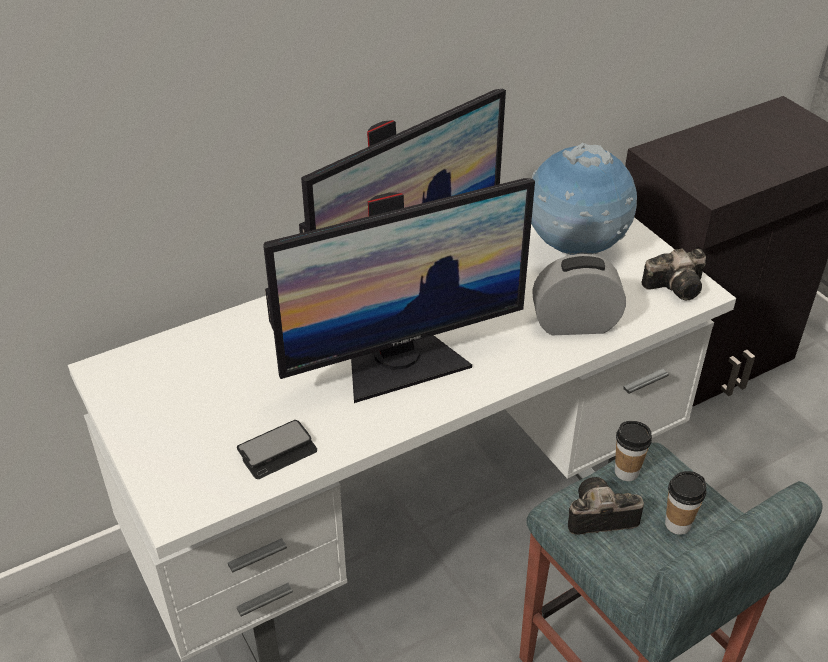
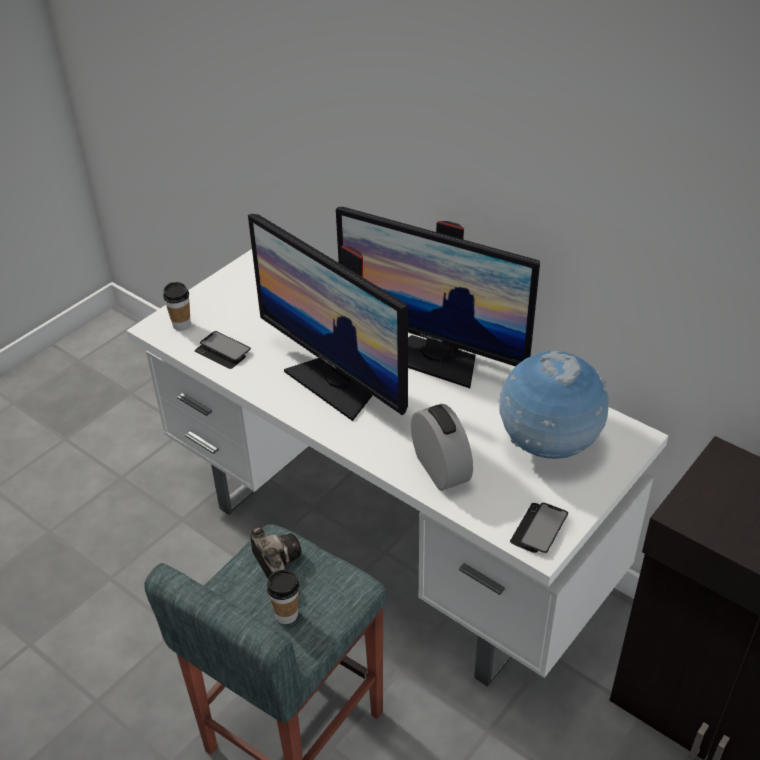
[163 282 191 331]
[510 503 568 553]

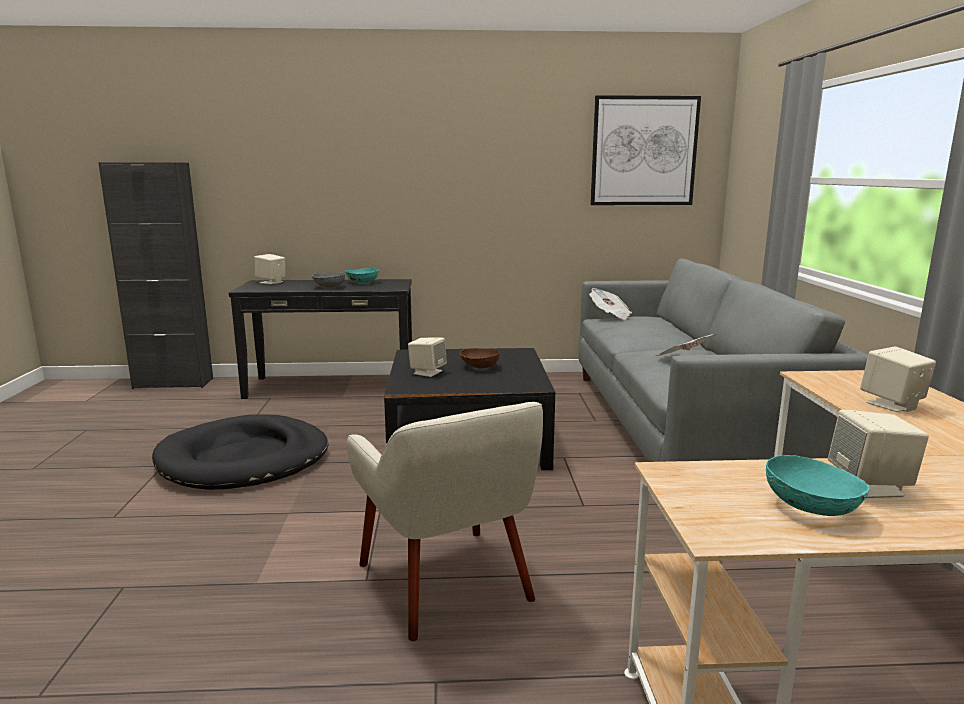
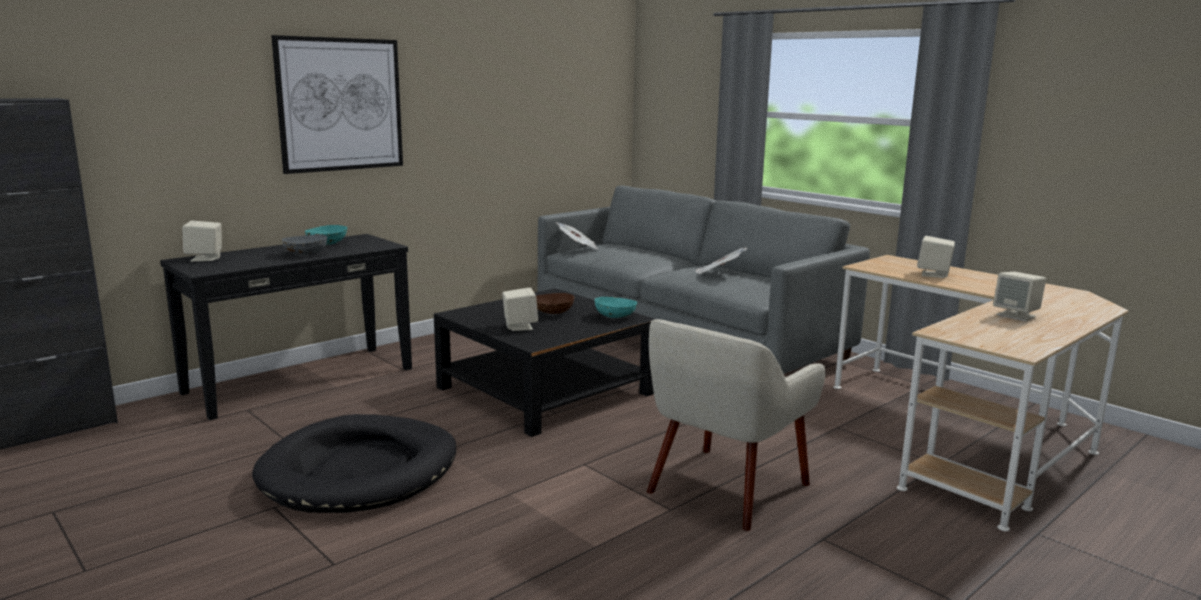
[647 319 825 531]
[271 35 403 174]
[595 297 637 318]

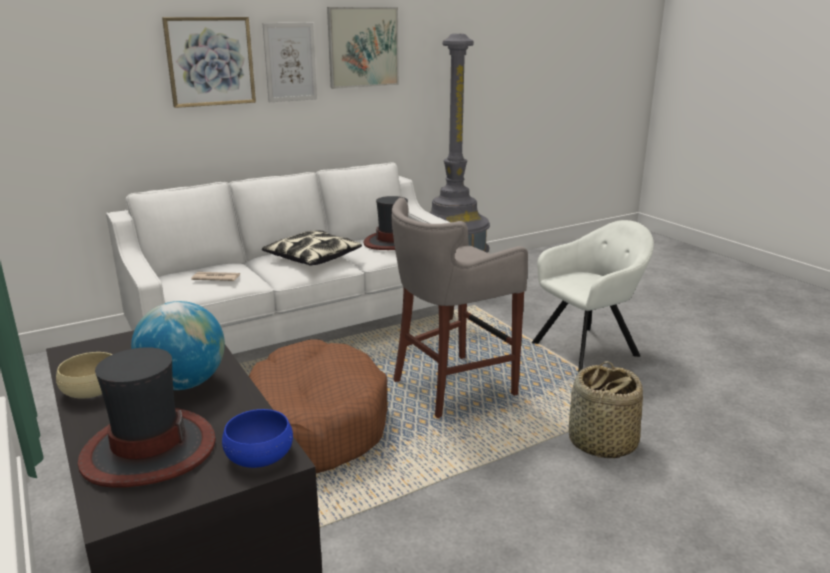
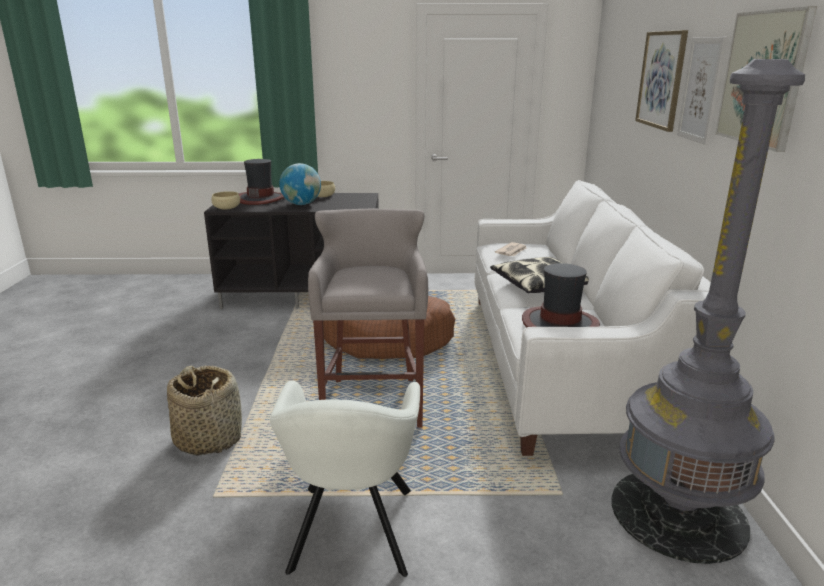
[211 191 240 209]

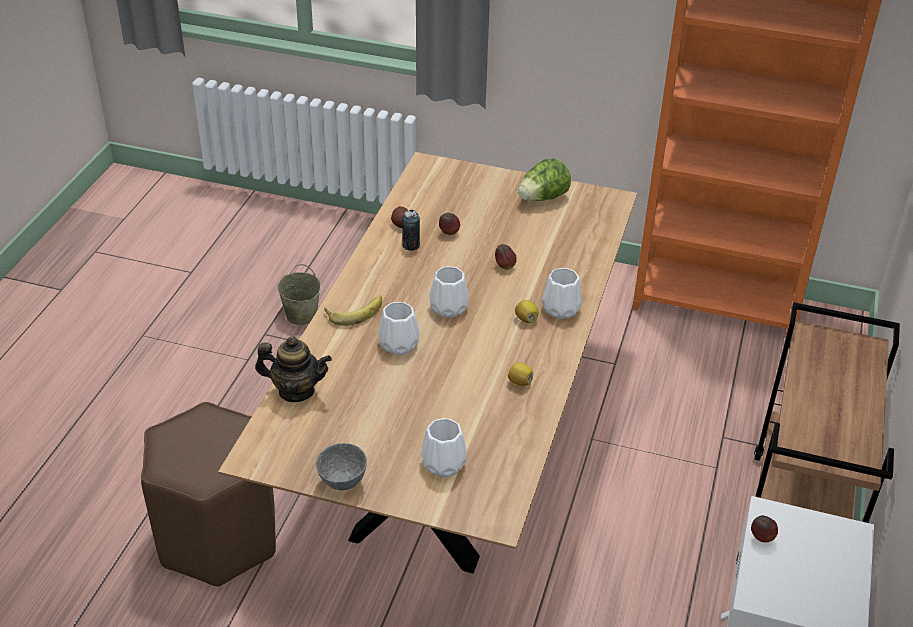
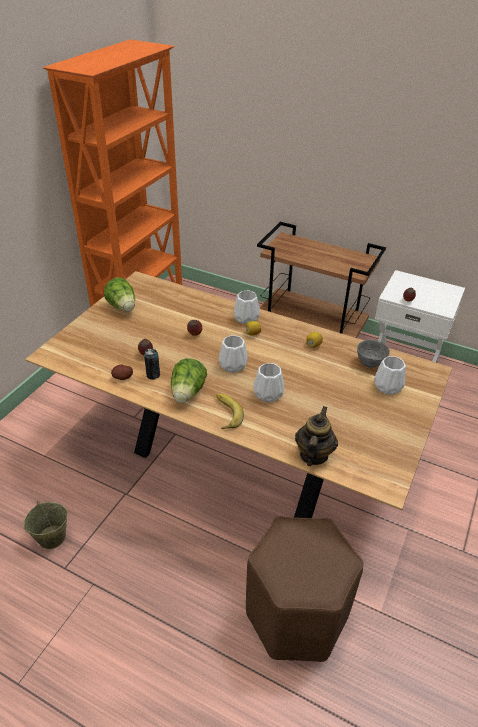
[357 340 390 368]
[171 358 207 403]

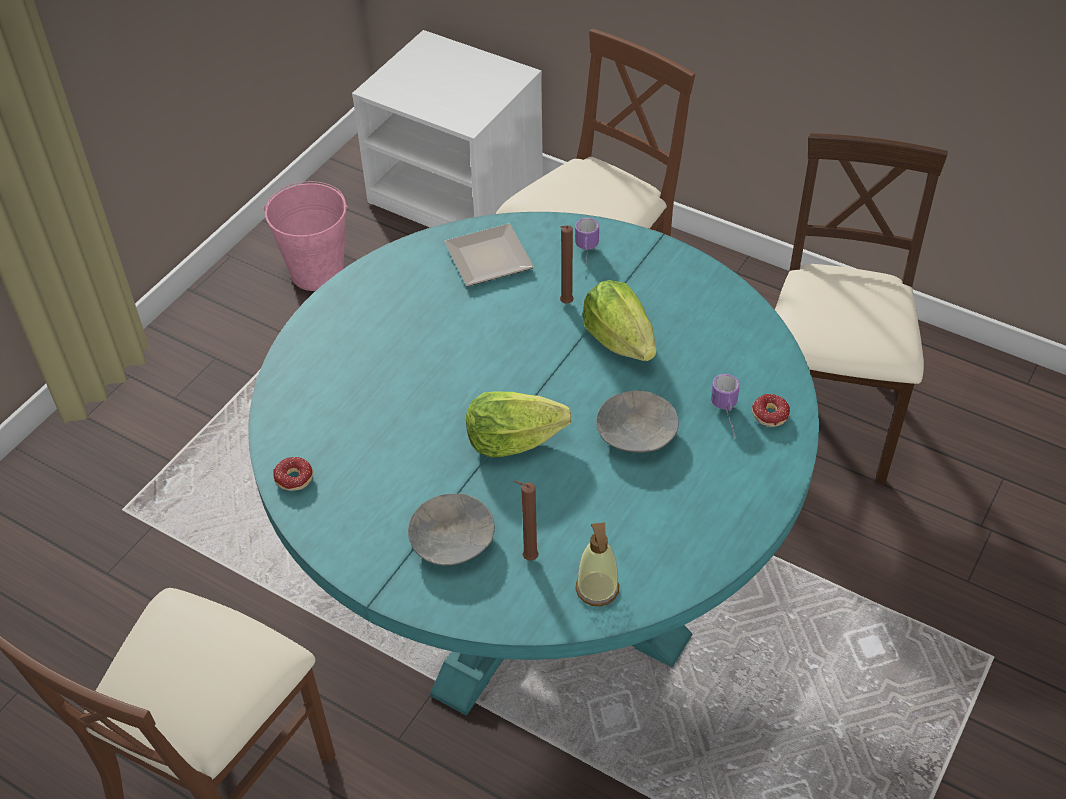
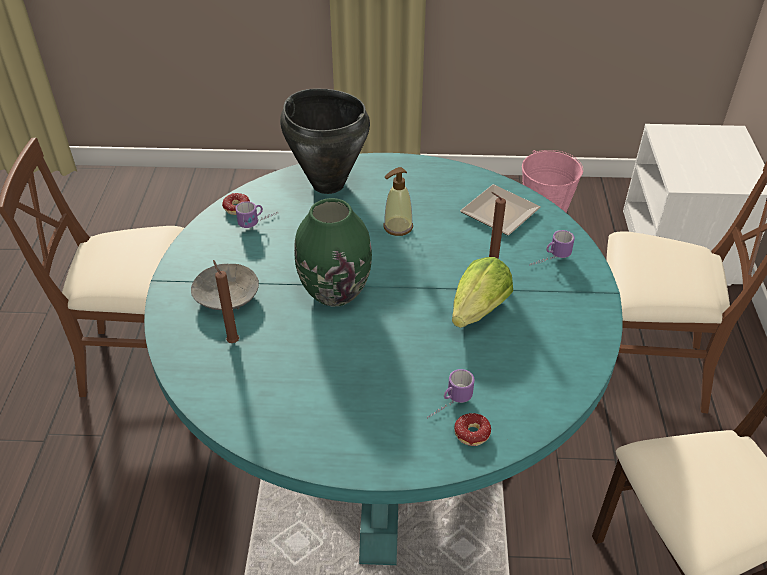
[294 198 372 307]
[384 167 413 236]
[596 390 679 453] (first image)
[235 201 277 228]
[280 89 370 194]

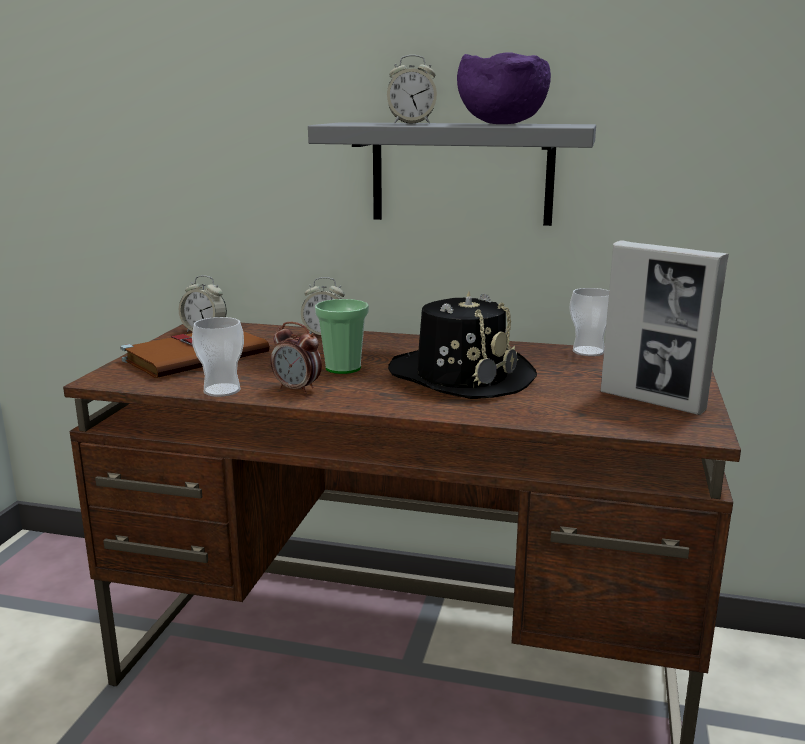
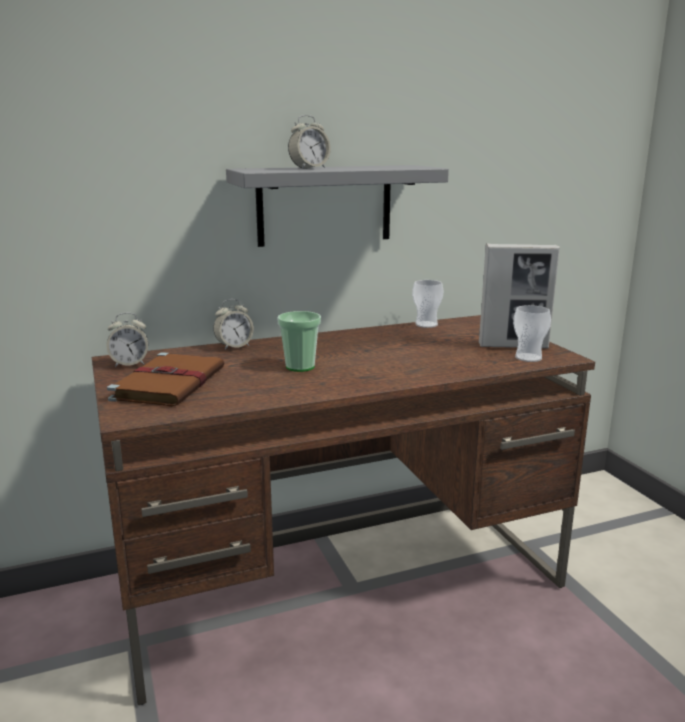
[513 305 551 362]
[271 322 322 394] (first image)
[388 291 537 399] (first image)
[457 52 551 124] (first image)

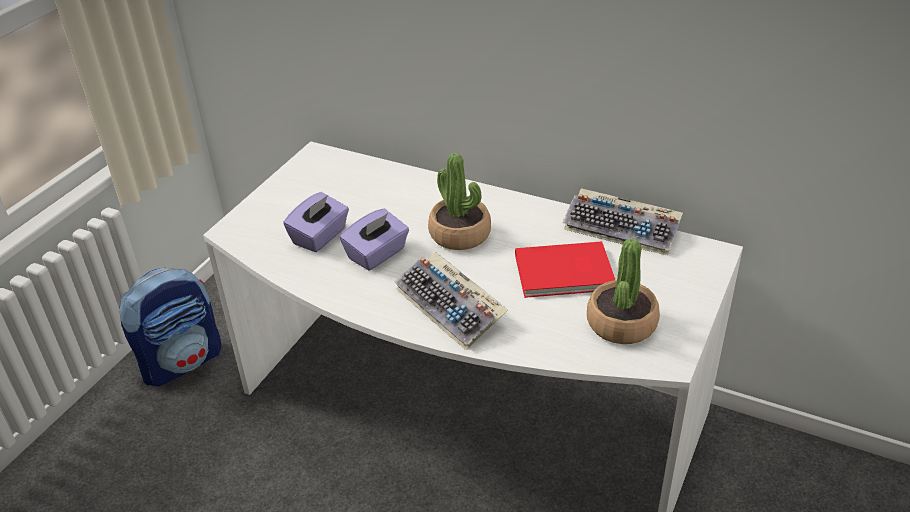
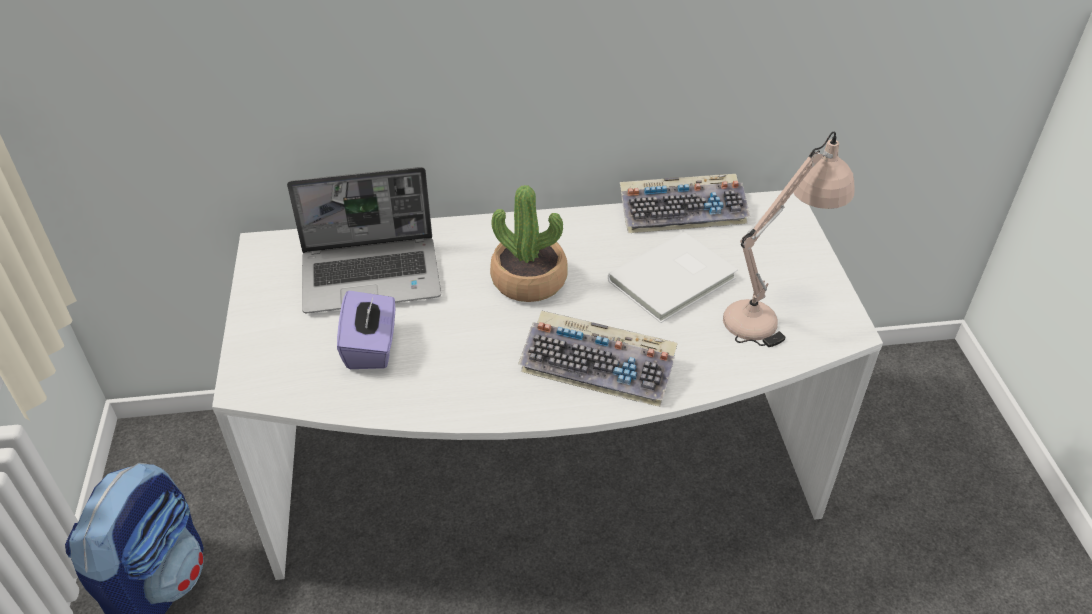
[340 208 409 270] (first image)
[608 232 738 323]
[723 132 854 347]
[287 167 441 313]

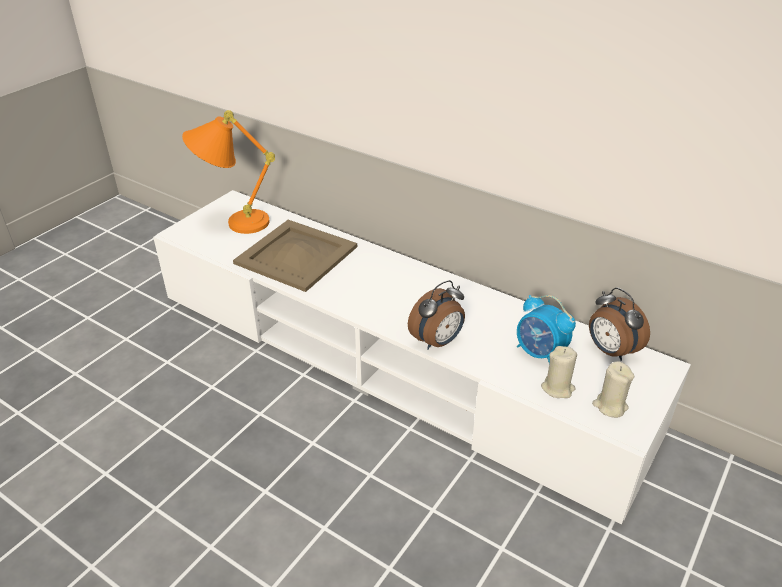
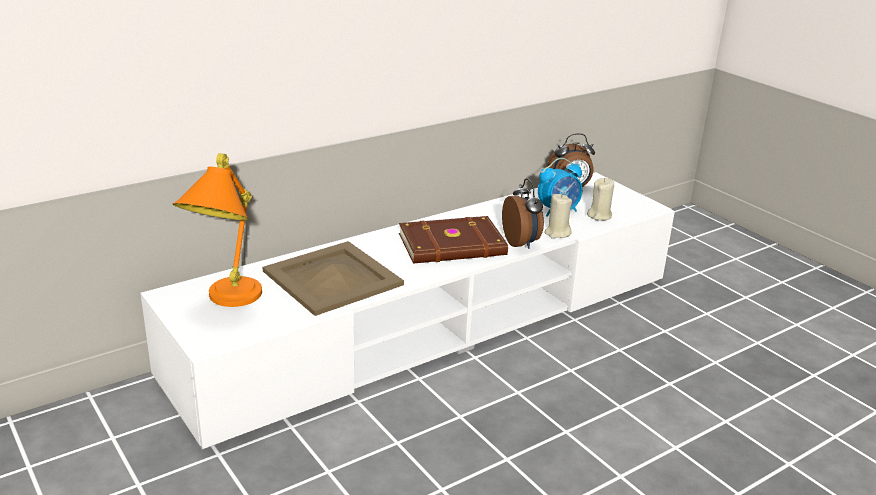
[544 194 572 239]
[399 216 508 264]

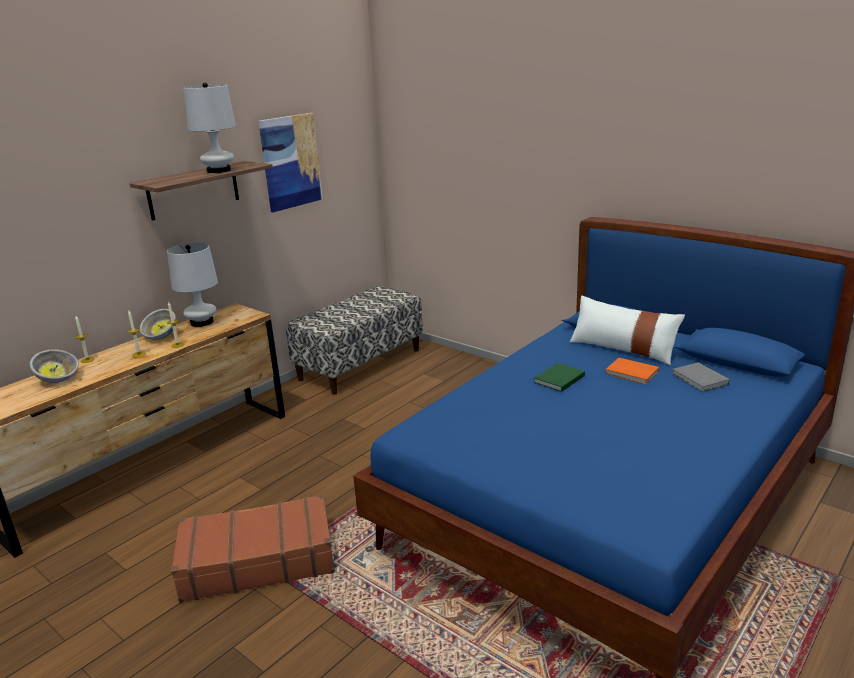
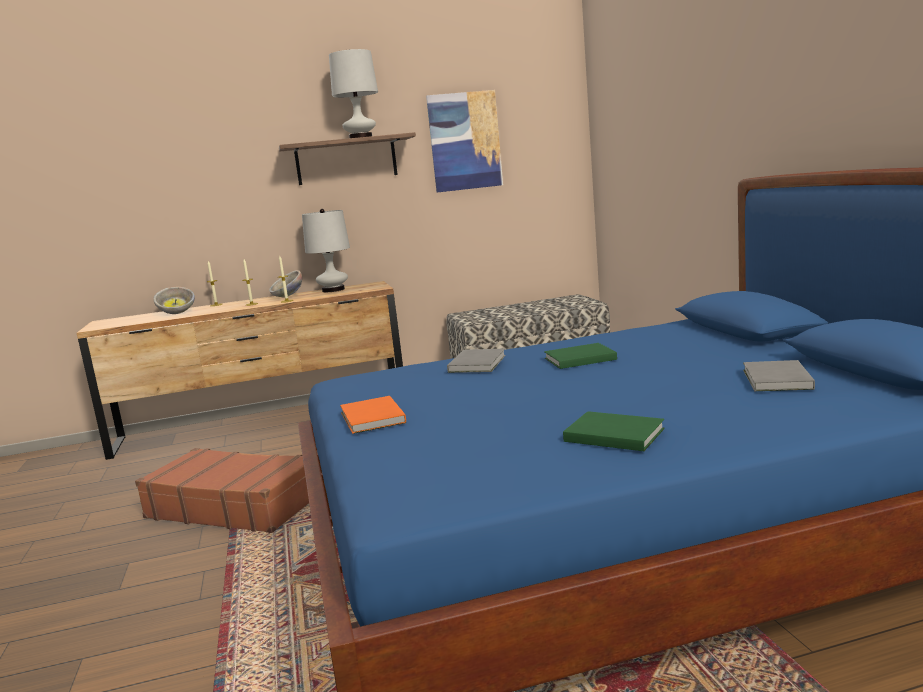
[570 296 685 365] (first image)
[340 396 406 434]
[447 348 505 373]
[563 411 665 451]

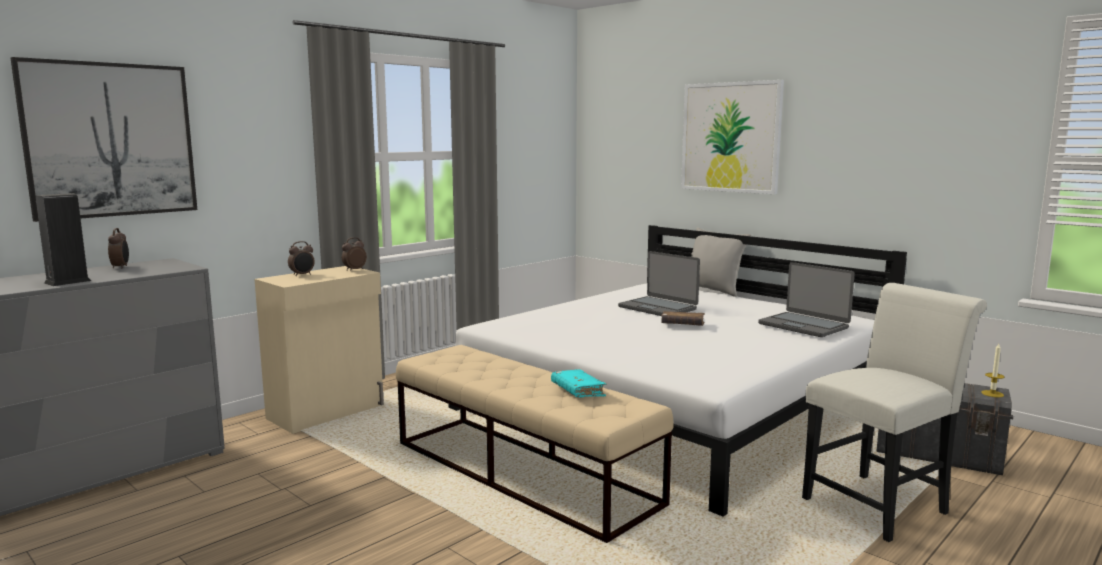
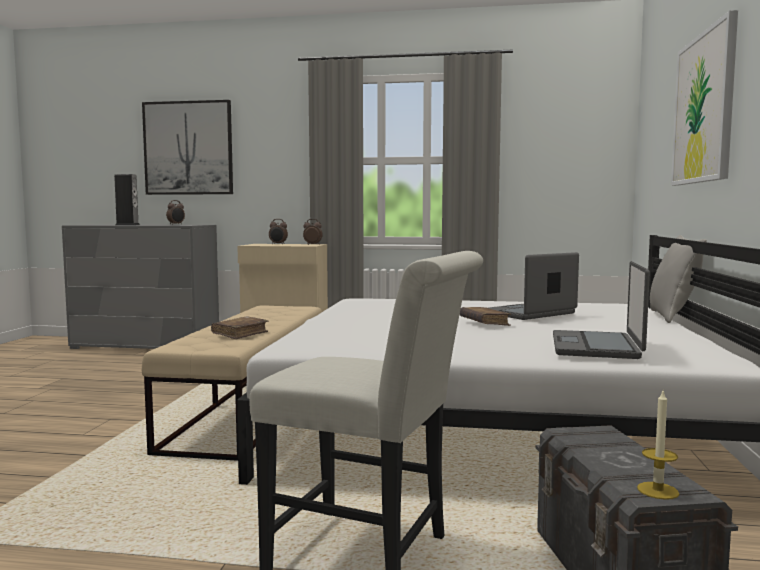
[211 317 268 339]
[489 252 579 320]

